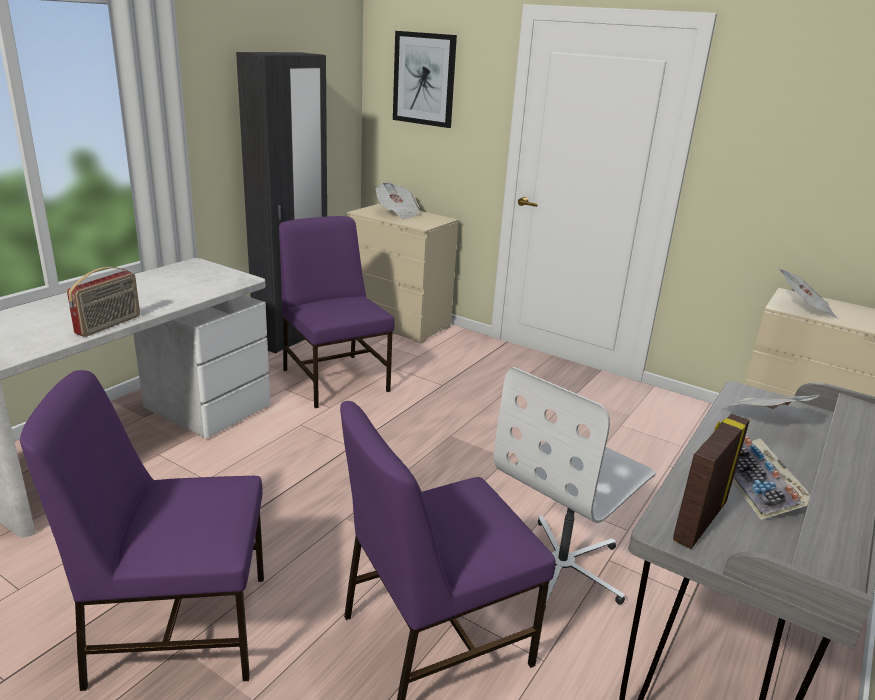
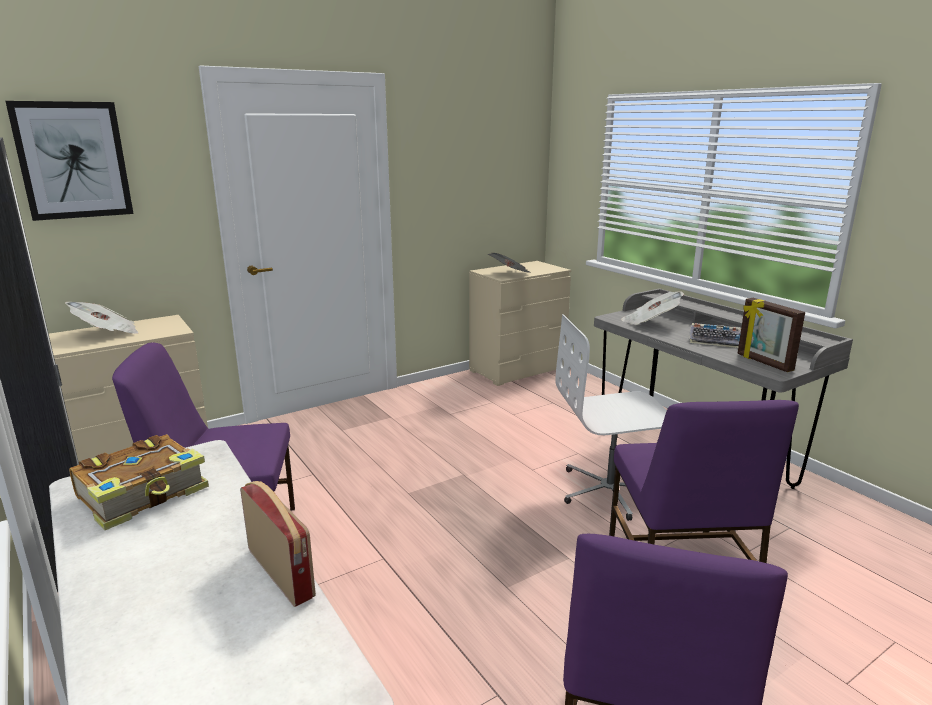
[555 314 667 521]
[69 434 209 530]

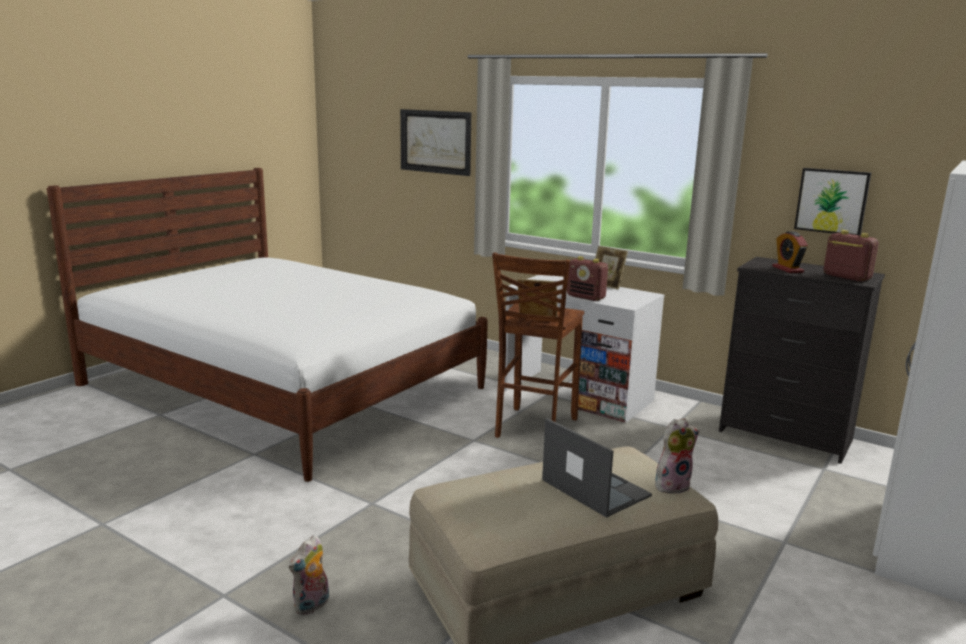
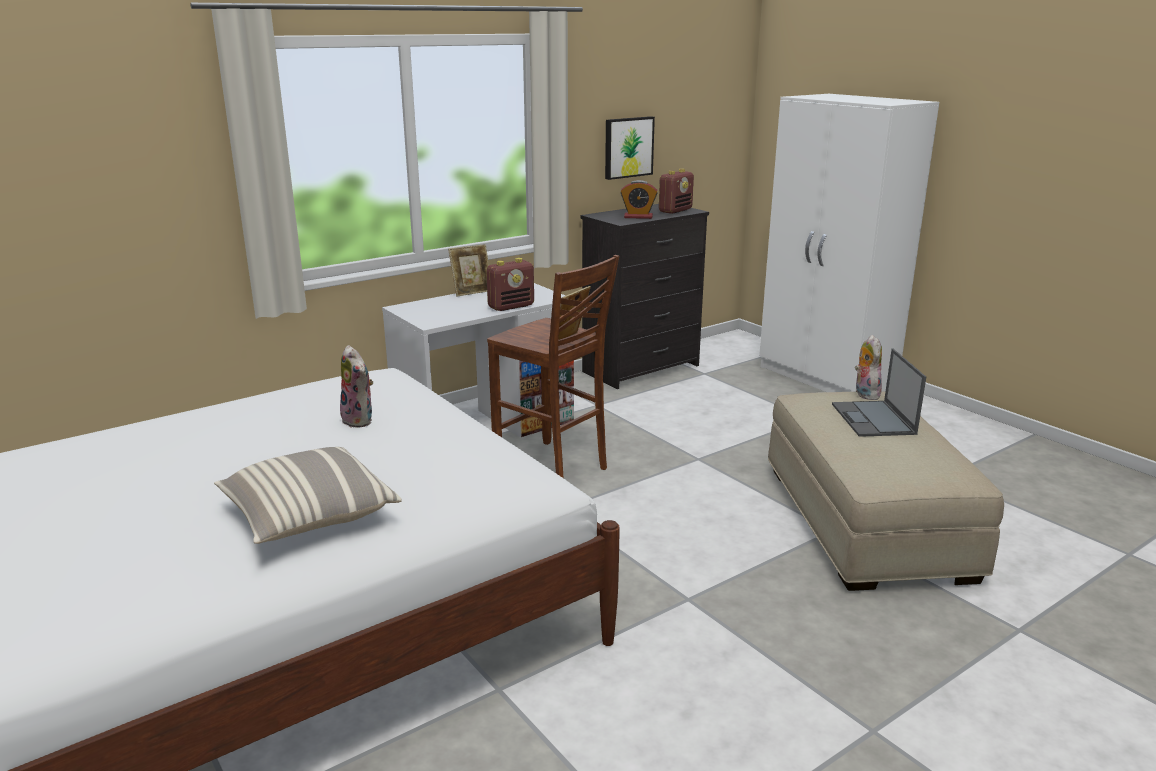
[340 345 373 428]
[400 109 471 176] (first image)
[832 349 926 437]
[659 169 694 214]
[214 447 402 544]

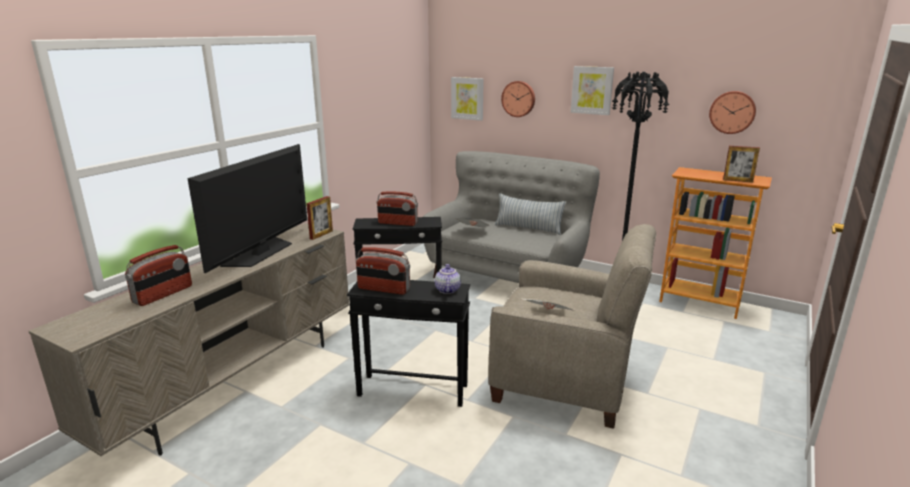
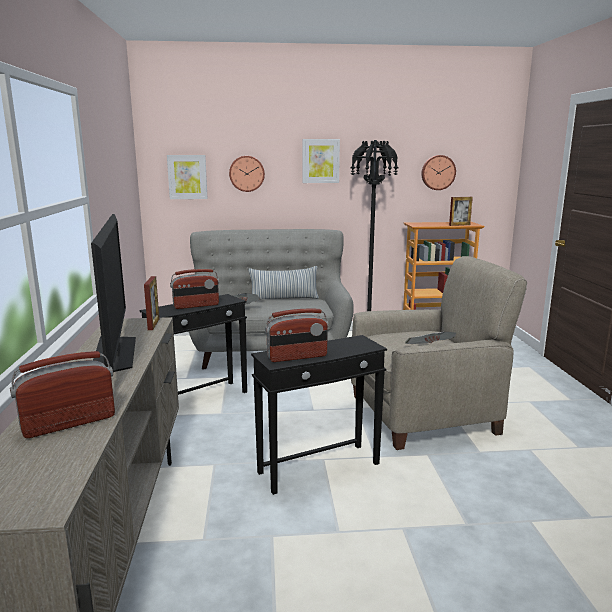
[10 351 115 438]
[435 264 461 294] (first image)

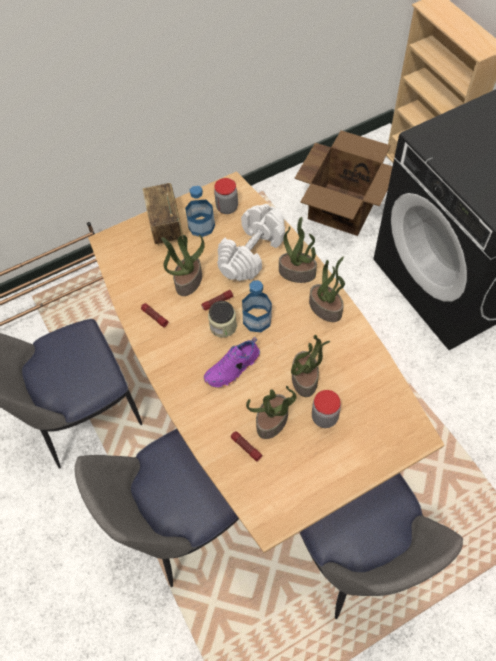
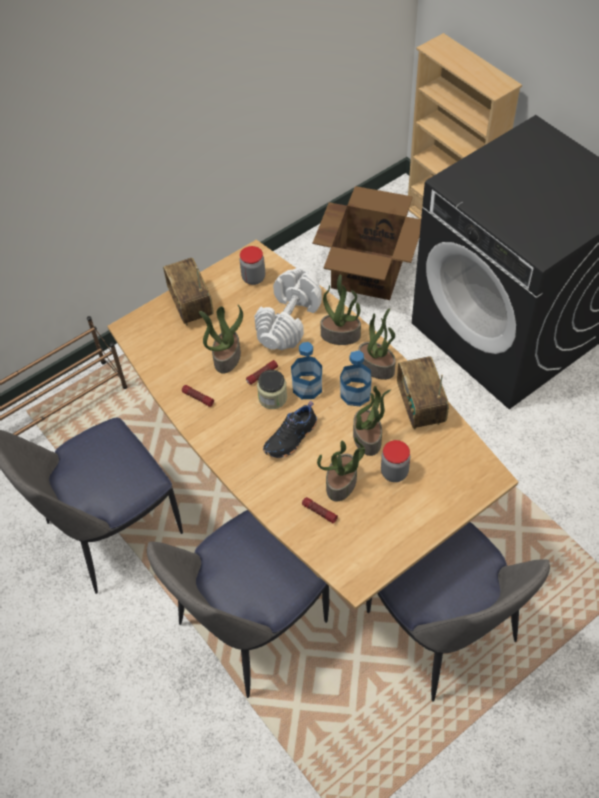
[340 350 372 406]
[263 401 317 458]
[397 356 449 429]

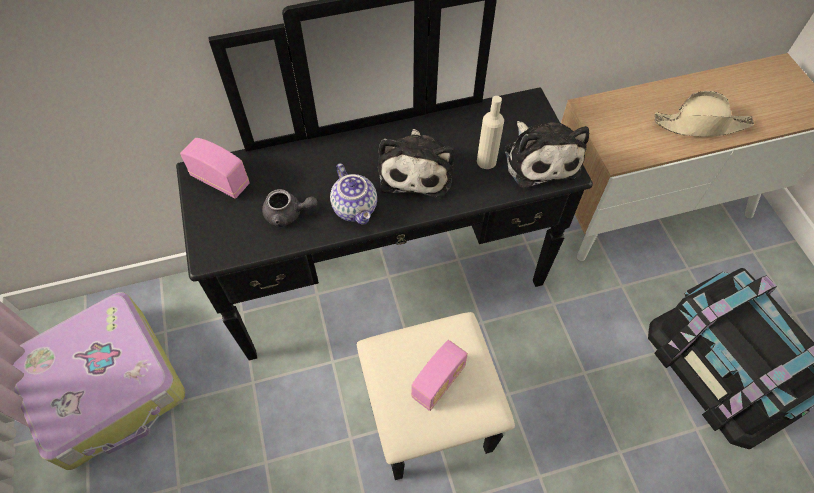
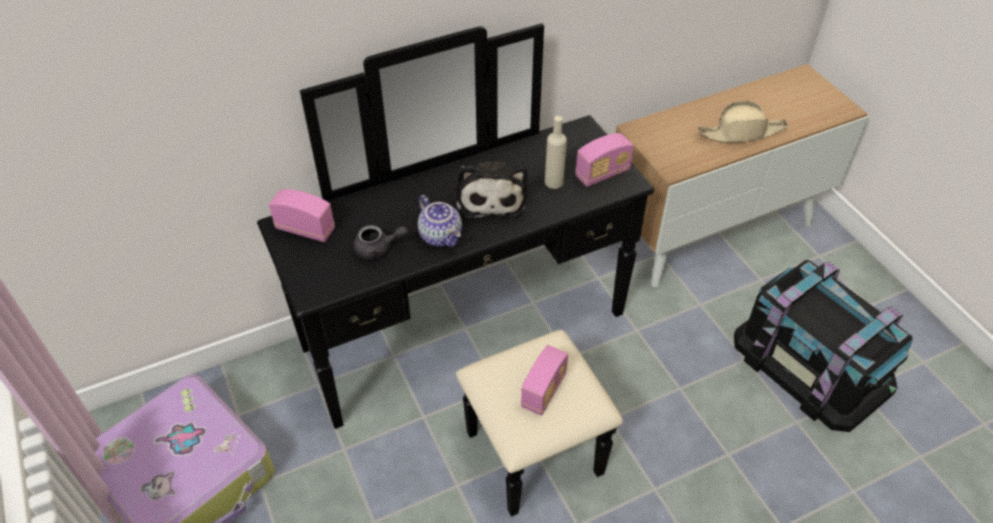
[575 133 634 187]

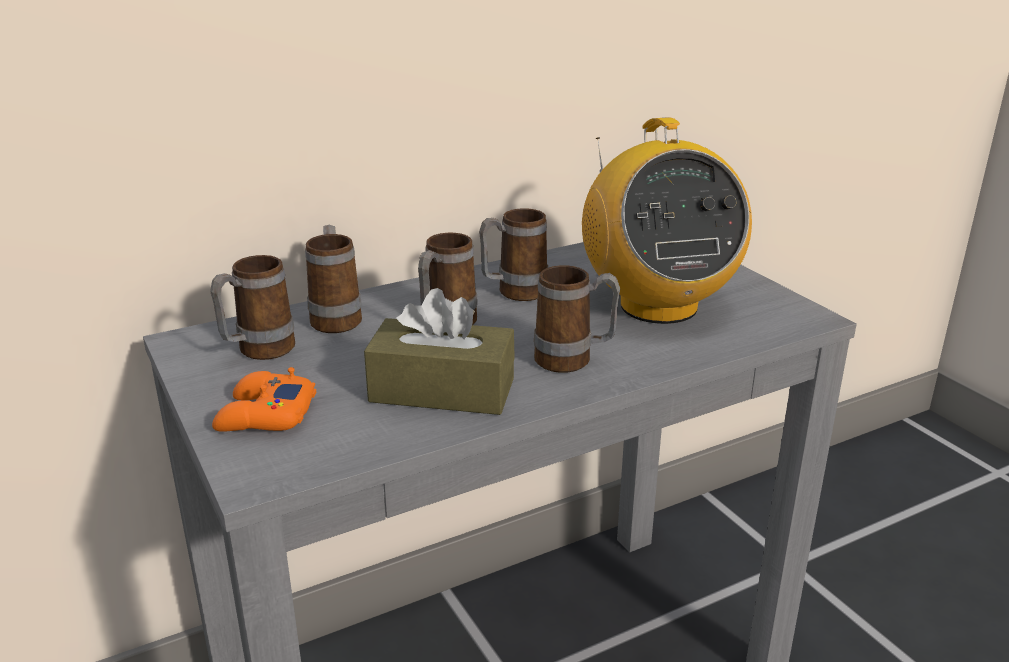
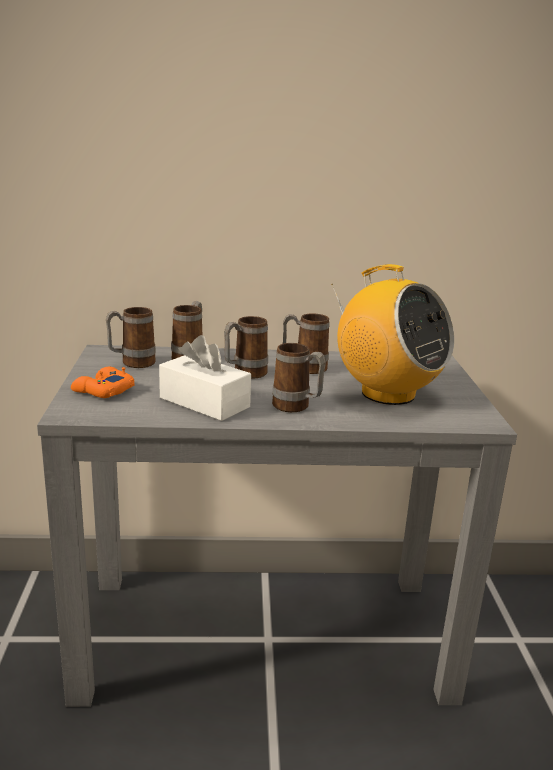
[159 335 251 421]
[331 264 454 405]

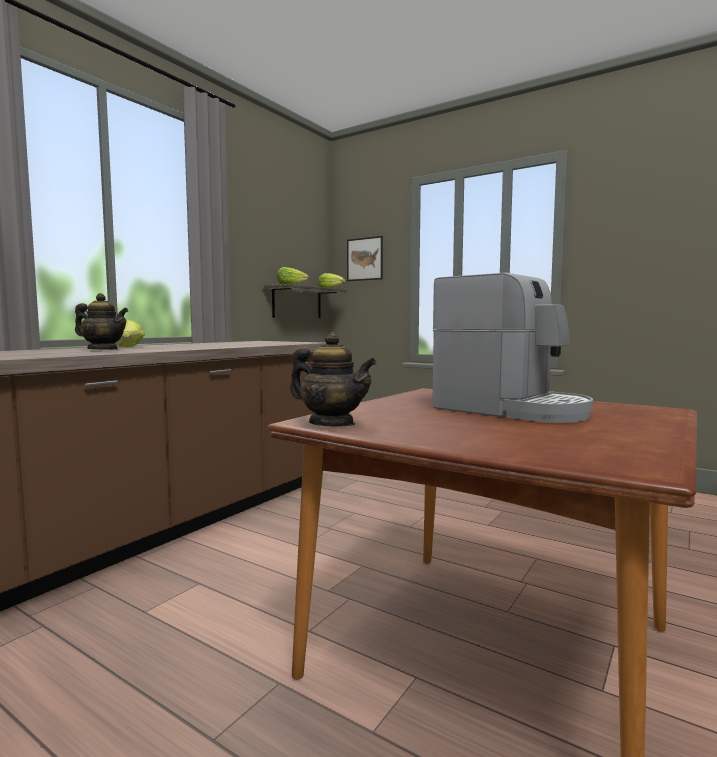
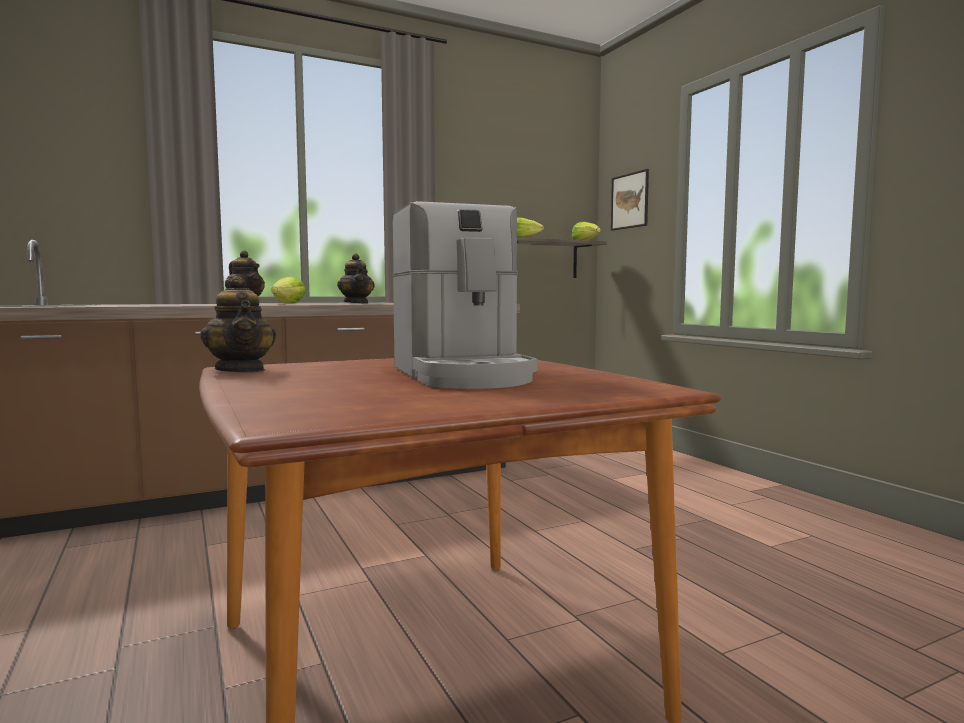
[337 253 375 304]

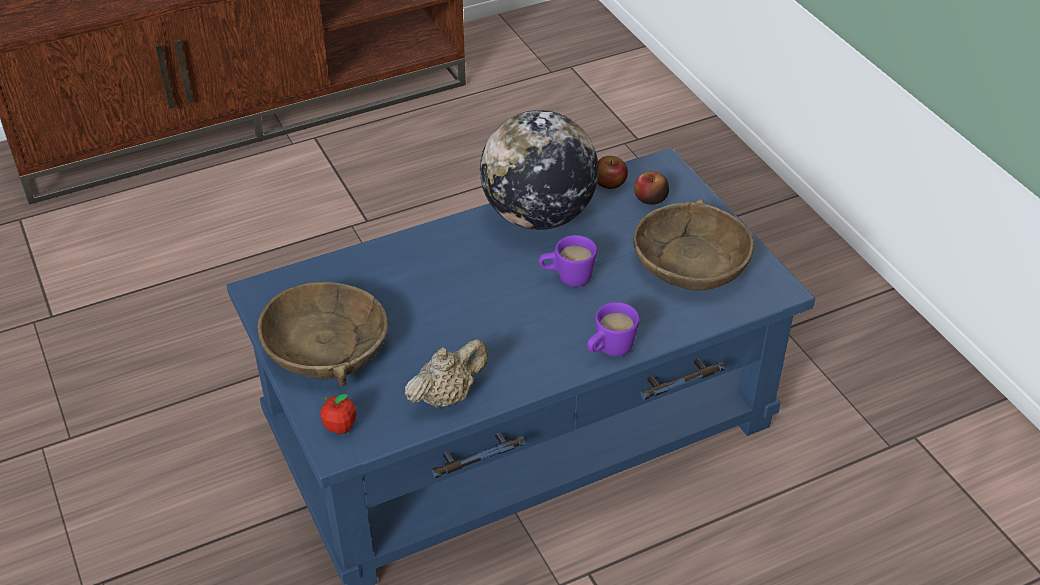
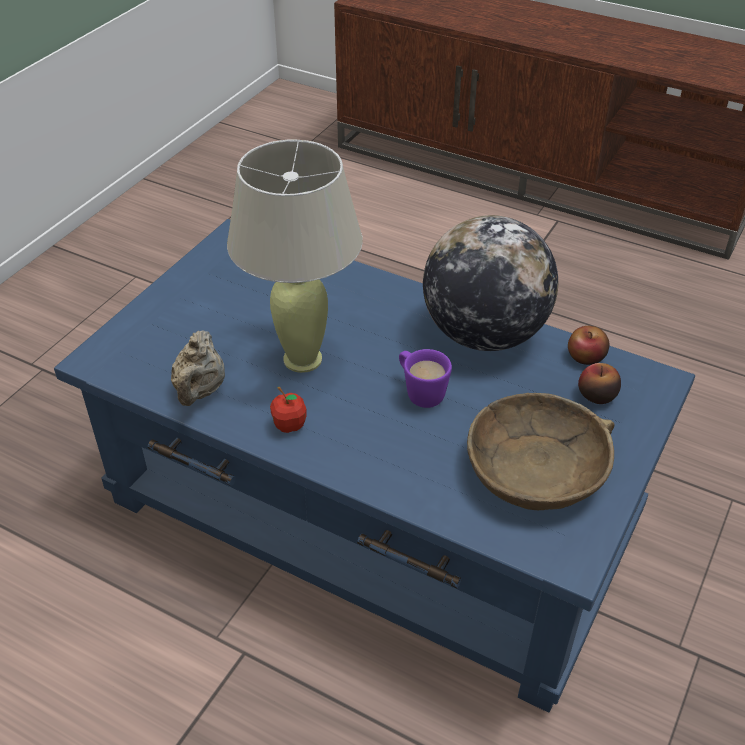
[257 282 388 387] (first image)
[270 387 307 433]
[171 330 225 406]
[587 302 639 357] (first image)
[227 139 363 373]

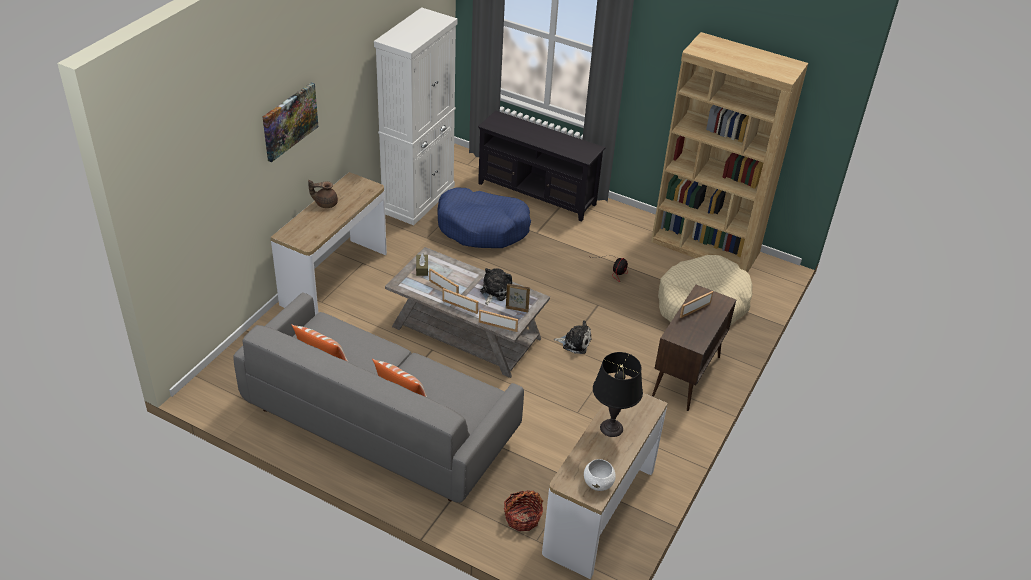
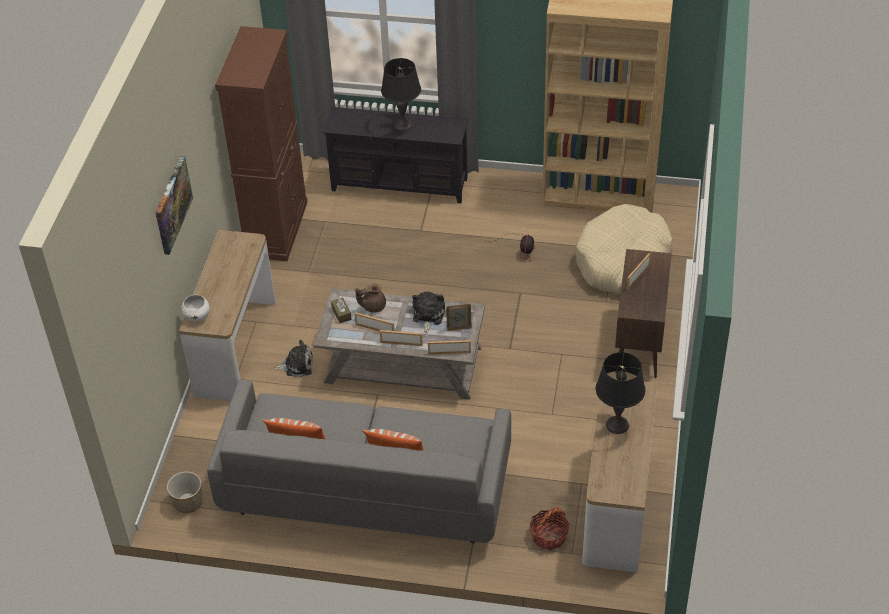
[355 283 386 313]
[215 26 308 261]
[437 188 531 248] (first image)
[274 340 313 377]
[181 295 210 322]
[167 472 203 513]
[381 58 421 131]

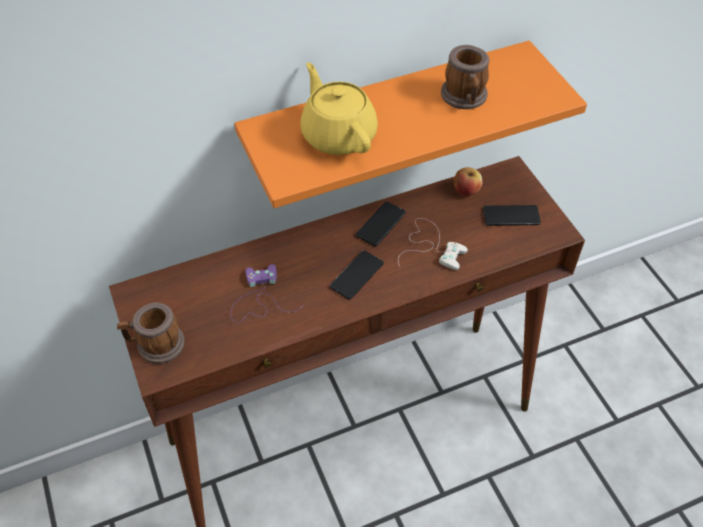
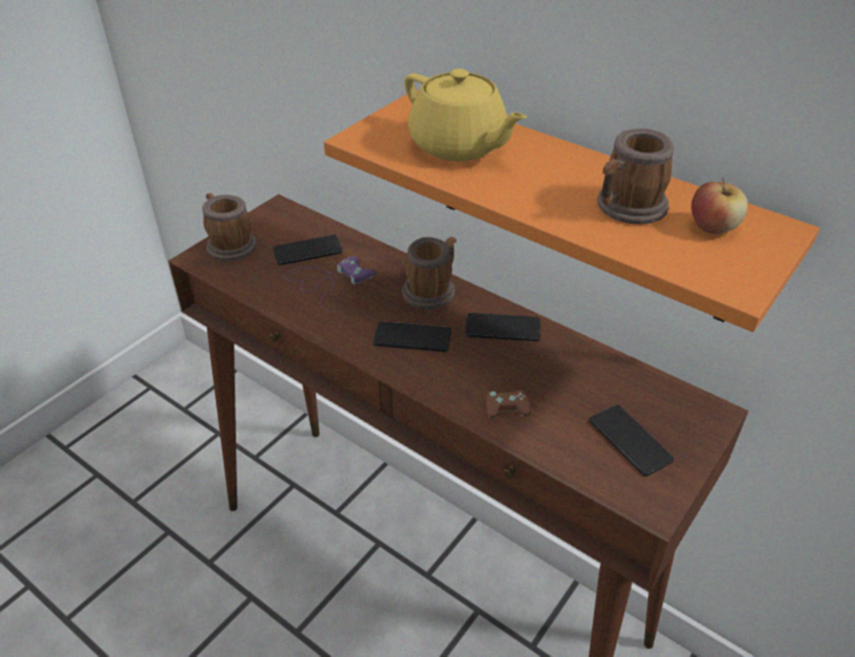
[404 69 527 161]
[450 351 544 419]
[691 178 747 234]
[272 235 343 265]
[402 237 456 310]

